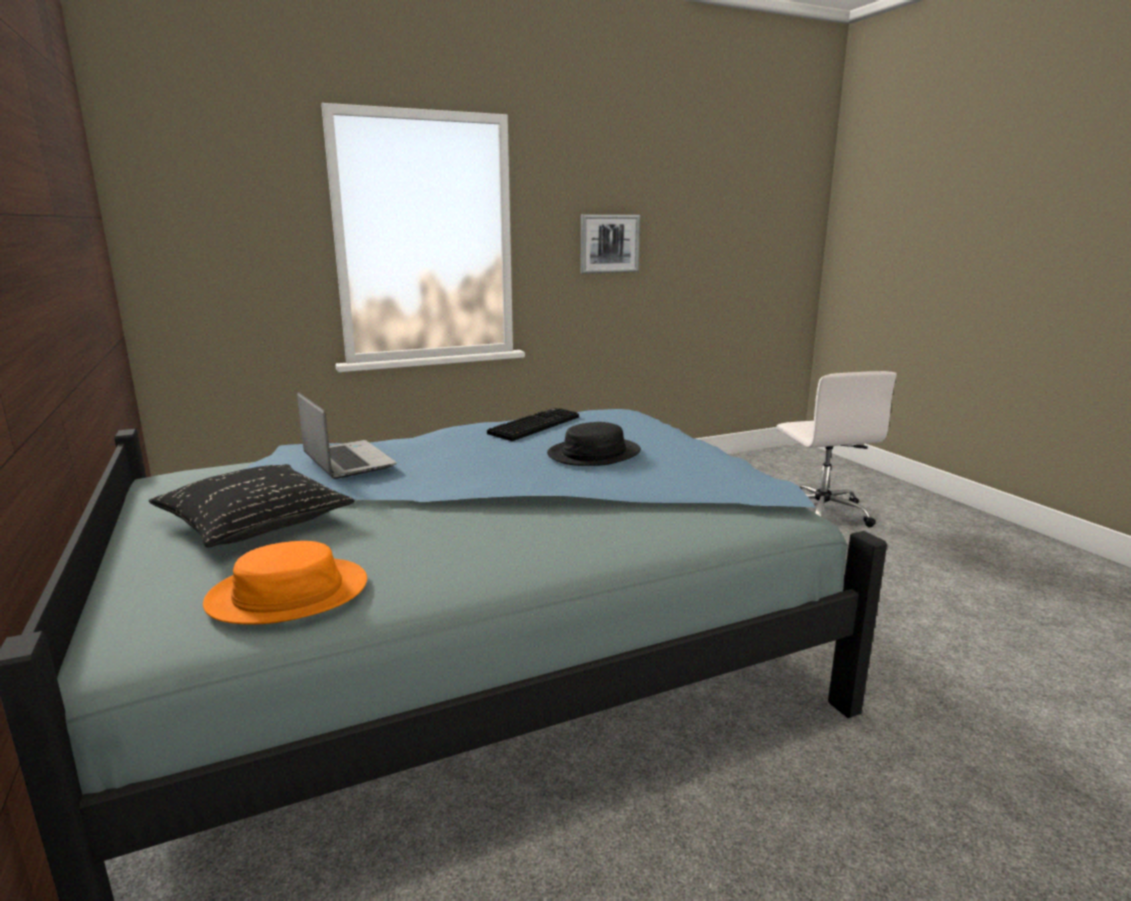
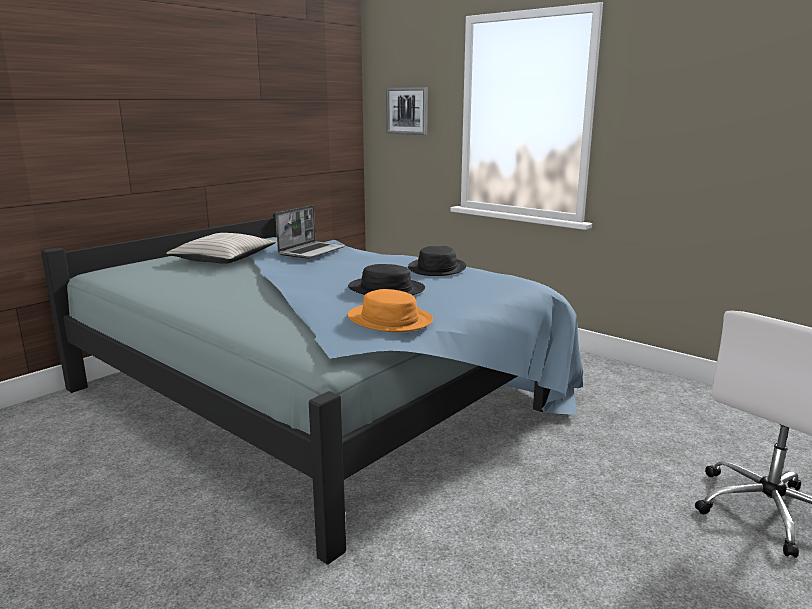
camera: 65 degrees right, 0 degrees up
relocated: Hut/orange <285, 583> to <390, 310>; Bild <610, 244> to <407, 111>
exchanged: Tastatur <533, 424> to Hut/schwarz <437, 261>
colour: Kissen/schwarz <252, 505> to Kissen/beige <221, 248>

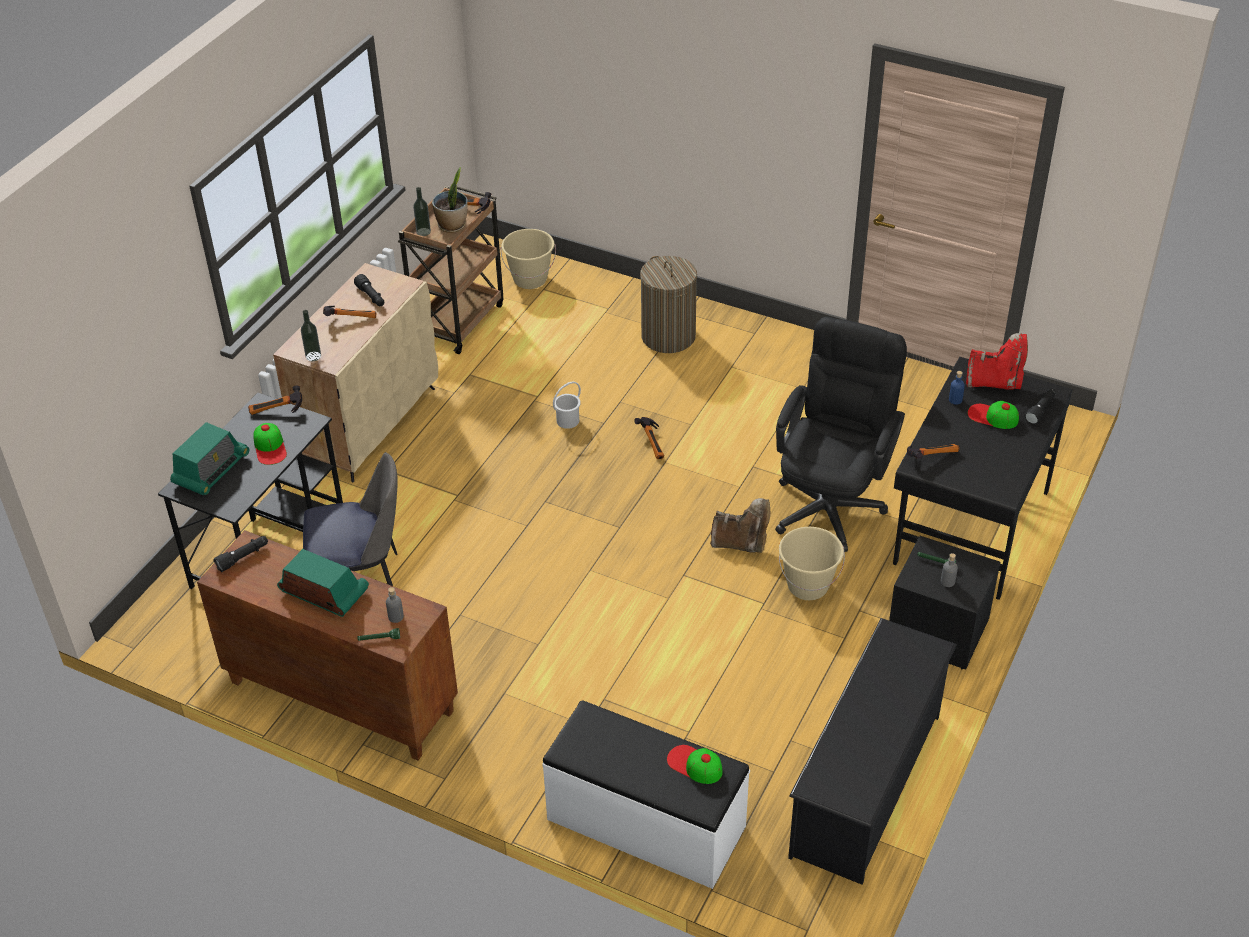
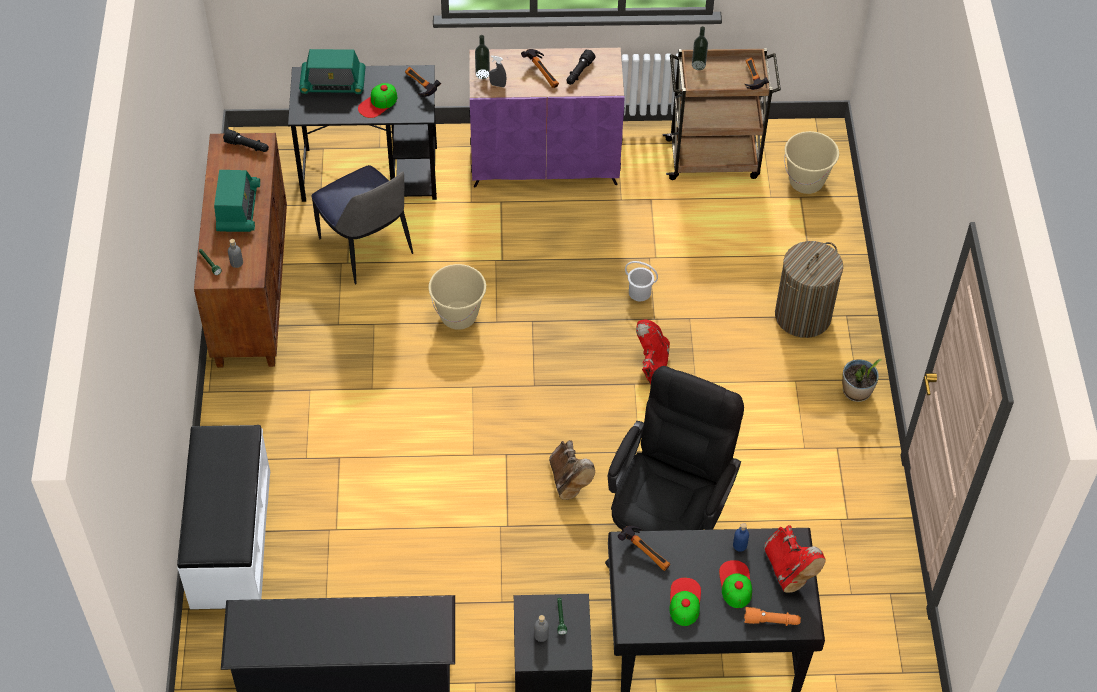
camera: 60 degrees right, 10 degrees up
appeared: Sprühflasche/grau <497, 71>
relocated: Topfpflanze <450, 200> to <862, 380>; Kappe <695, 764> to <685, 602>; Eimer/beige <812, 563> to <457, 297>
exchanged: Hammer <649, 438> to Stiefel/rot <653, 352>
colour: Schrank/beige <355, 372> to Schrank/lila <547, 117>; Taschenlampe/schwarz <1040, 406> to Taschenlampe/orange <772, 616>
spun: Bürostuhl/schwarz <841, 434> = <674, 467> 60 degrees counterclockwise

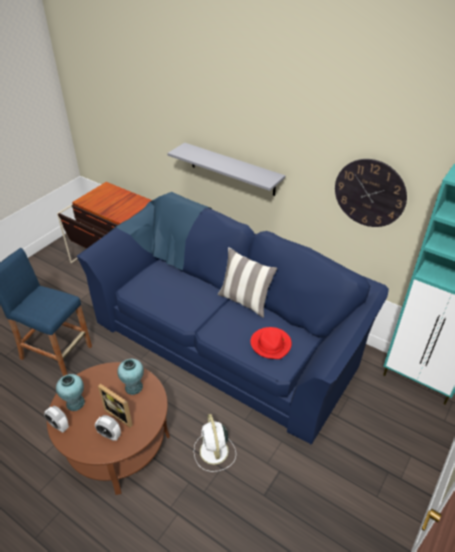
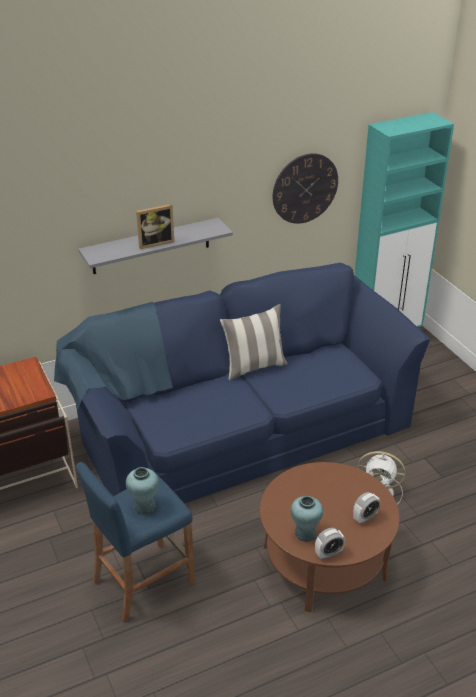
camera: 60 degrees left, 5 degrees down
missing: Hut/rot <271, 343>
relocated: Bilderrahmen <115, 406> to <155, 227>; Vase/türkis <130, 377> to <142, 490>

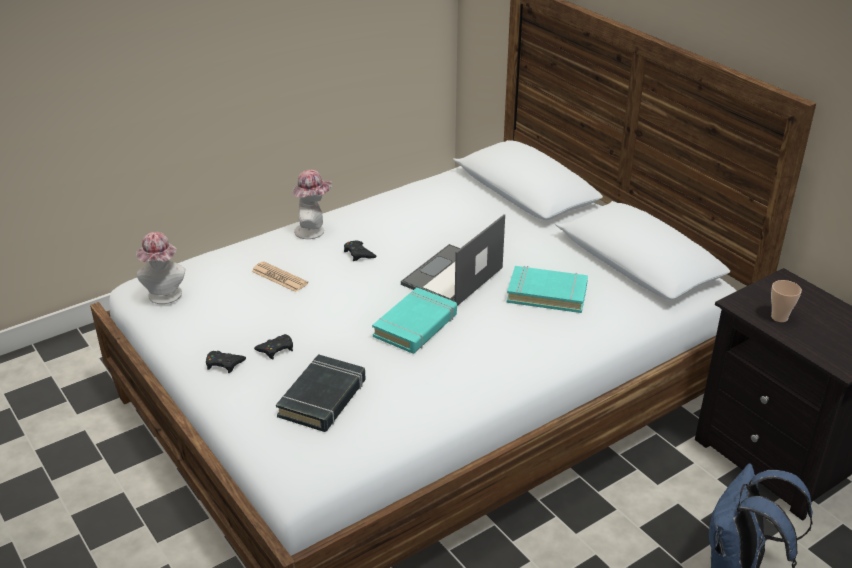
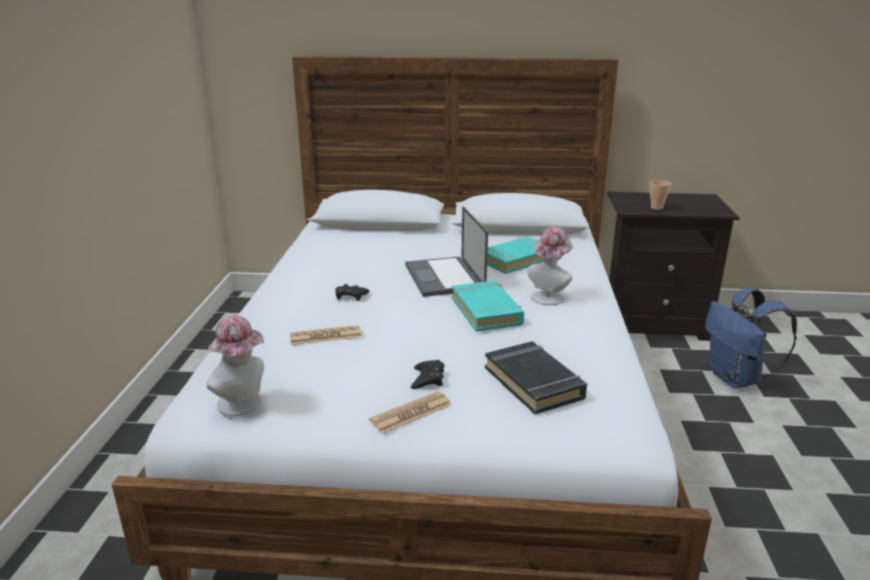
camera: 50 degrees left, 10 degrees down
relocated: Hut <312, 204> to <550, 266>
exchanged: Gamepad/schwarz <226, 362> to Zeitung <410, 412>

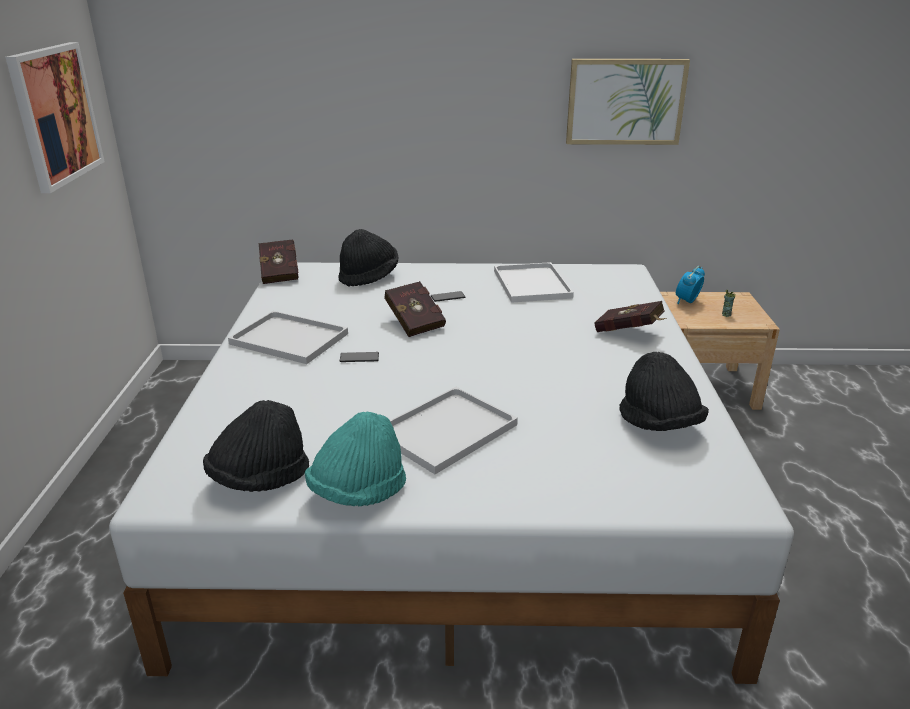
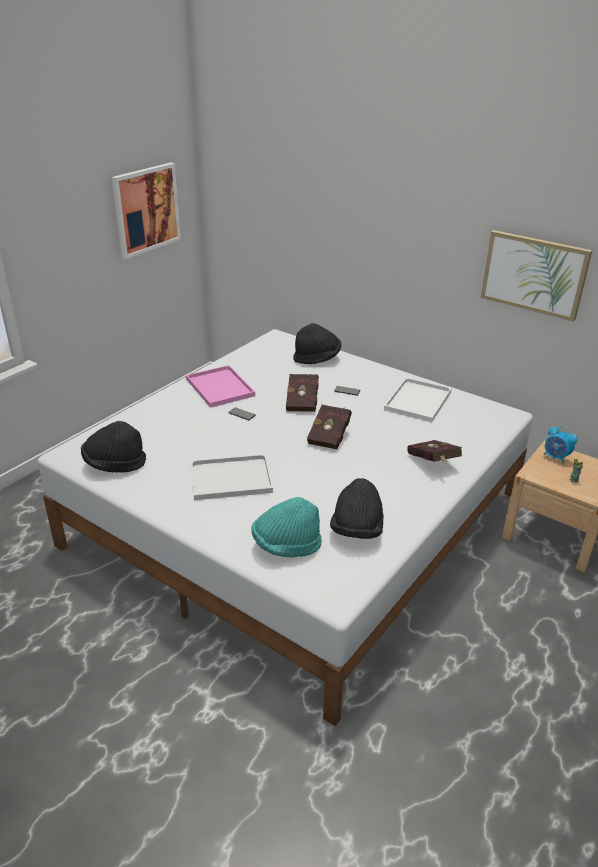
camera: 35 degrees right, 5 degrees up
relocated: Buch/rot <279, 261> to <329, 427>; Hut/türkis <355, 458> to <286, 527>
colour: Tablett/weiß <288, 337> to Tablett/rosa <220, 386>
spun: Wecker <690, 285> = <560, 445> 120 degrees counterclockwise

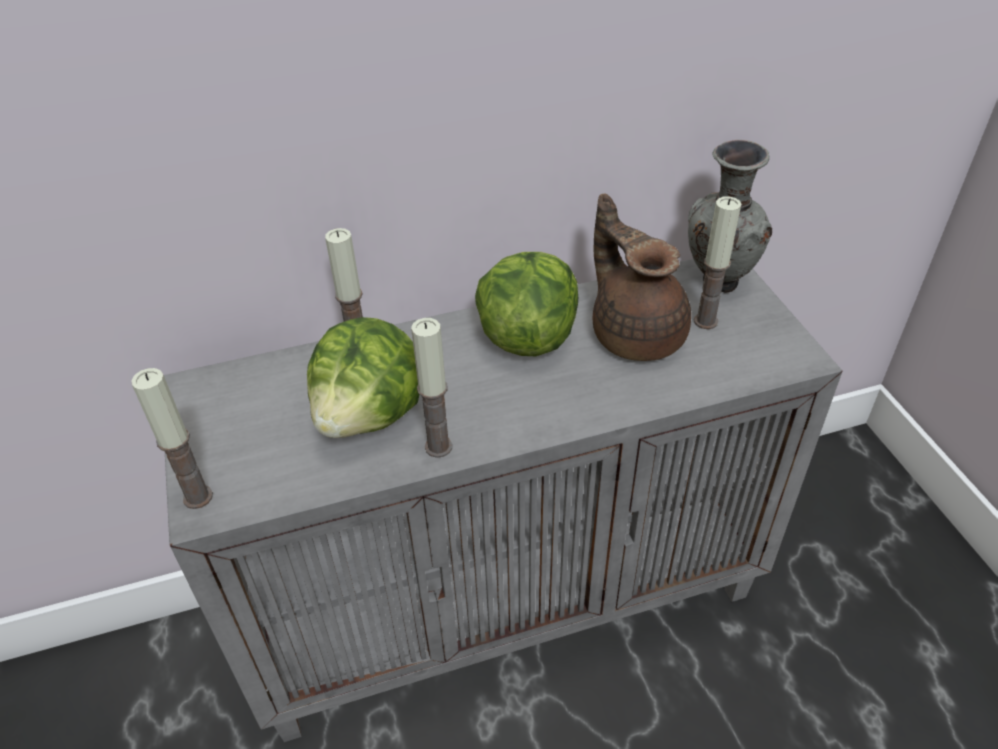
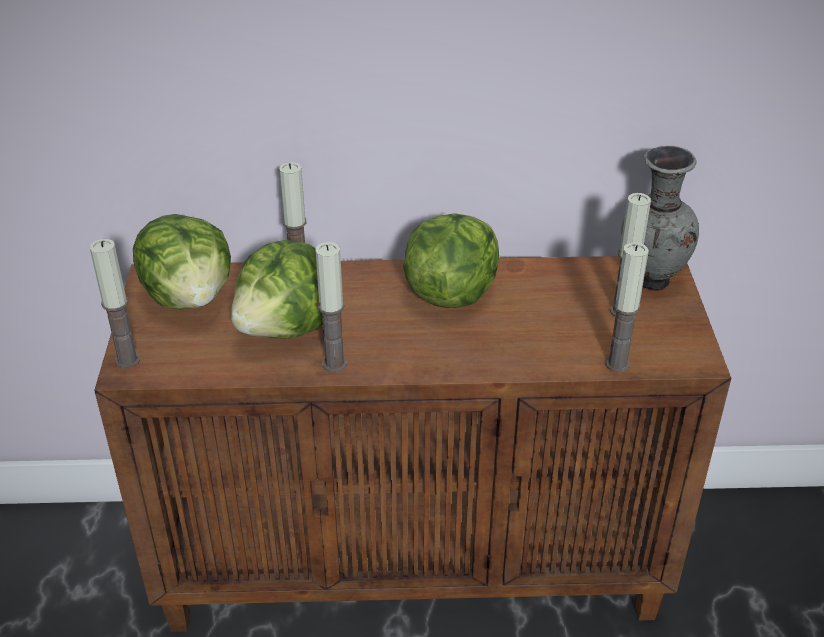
camera: 15 degrees right, 5 degrees down
missing: Teekanne/braun <642, 277>
appeared: Salatkopf <182, 261>; Kerze <627, 307>
colour: Schrank/grau <503, 500> to Schrank/braun <412, 444>

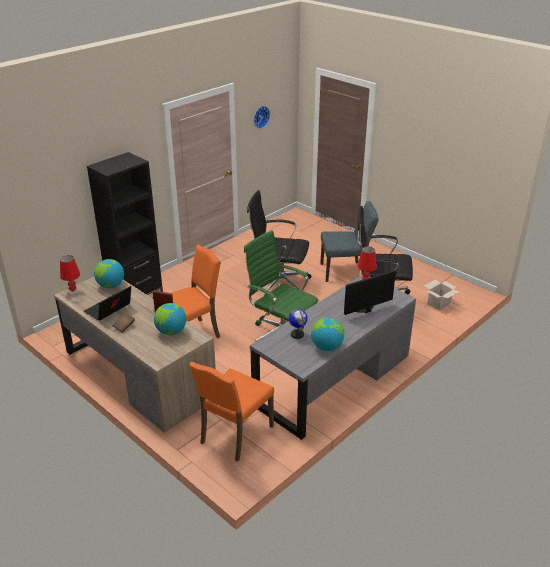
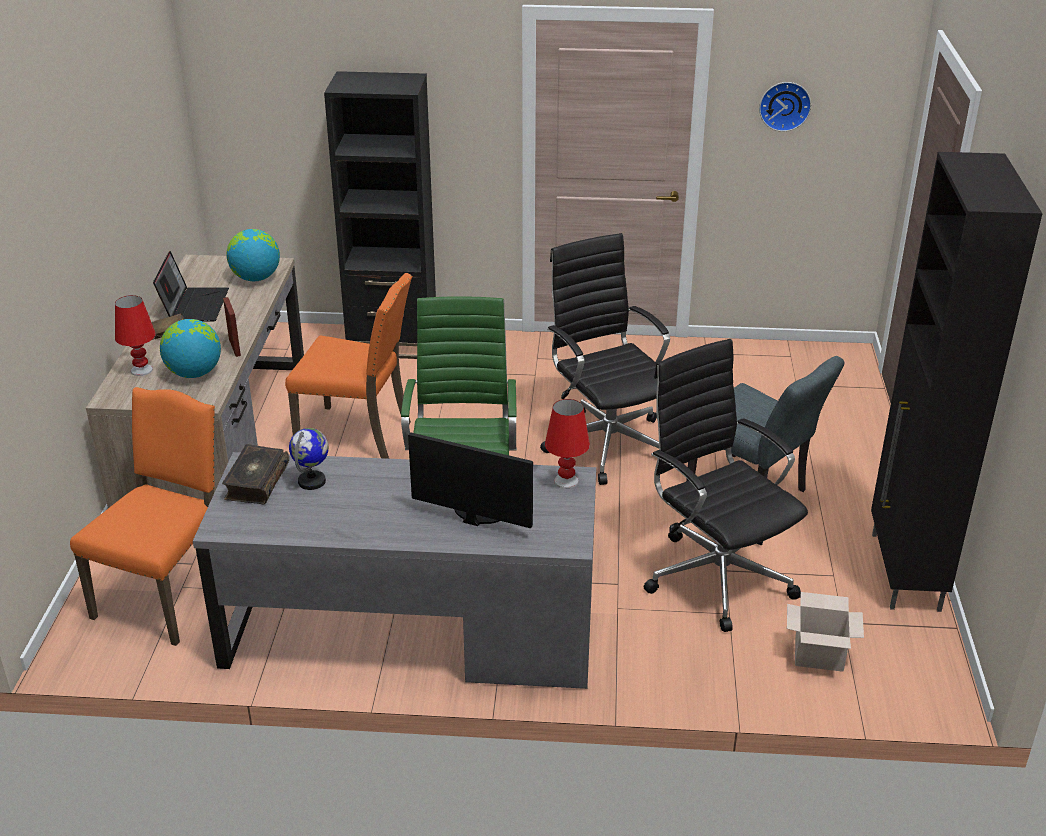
camera: 50 degrees right, 0 degrees up
missing: Globus <327, 334>
appeared: Buch <255, 474>; Schrank/schwarz <957, 382>
relocated: Tischlampe/rot <70, 275> to <135, 335>
spun: Laptop <107, 303> = <191, 286> 90 degrees clockwise; Stuhl/orange <231, 412> = <142, 516> 120 degrees clockwise

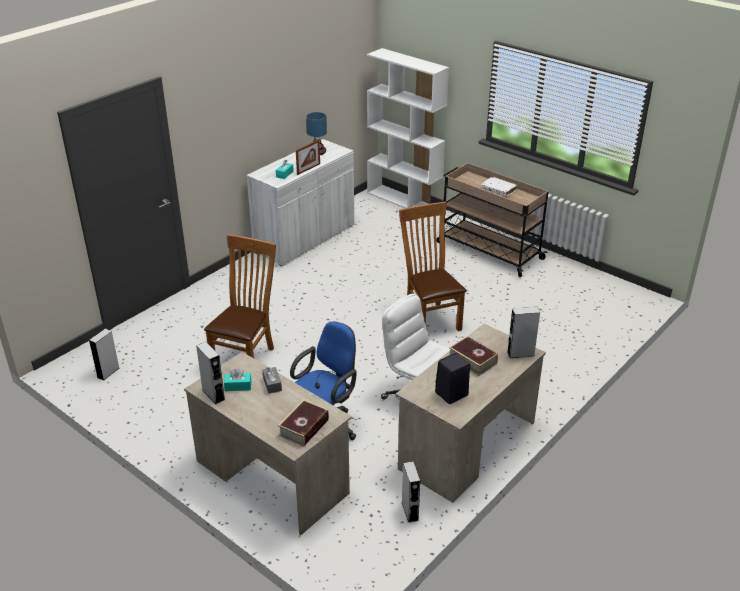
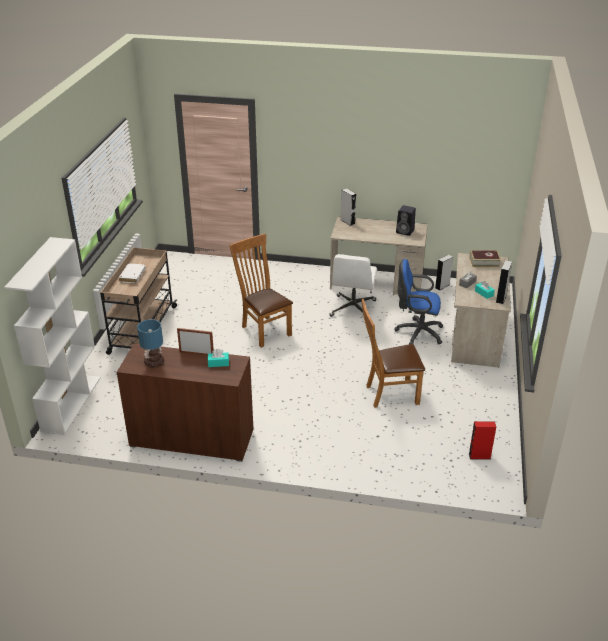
camera: 120 degrees left, 0 degrees up
missing: Buch <473, 356>
colour: Lautsprecher/grau <104, 355> to Lautsprecher/rot <482, 440>; Schrank/weiß <300, 203> to Schrank/braun <185, 403>
spun: Stuhl/braun <433, 266> = <261, 291> 105 degrees clockwise

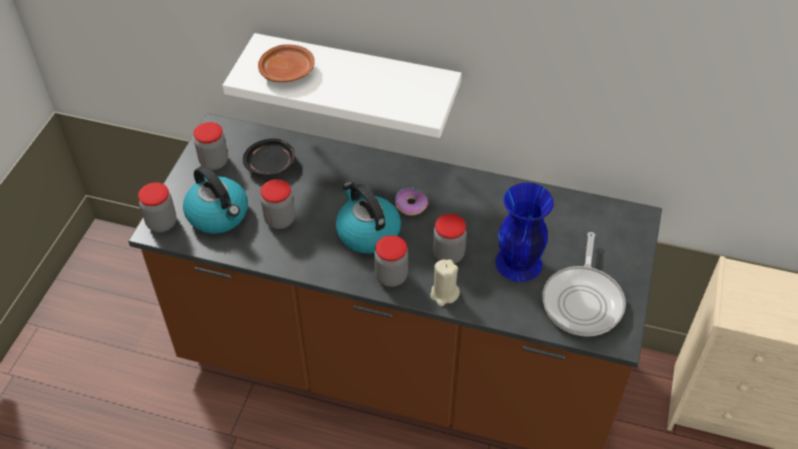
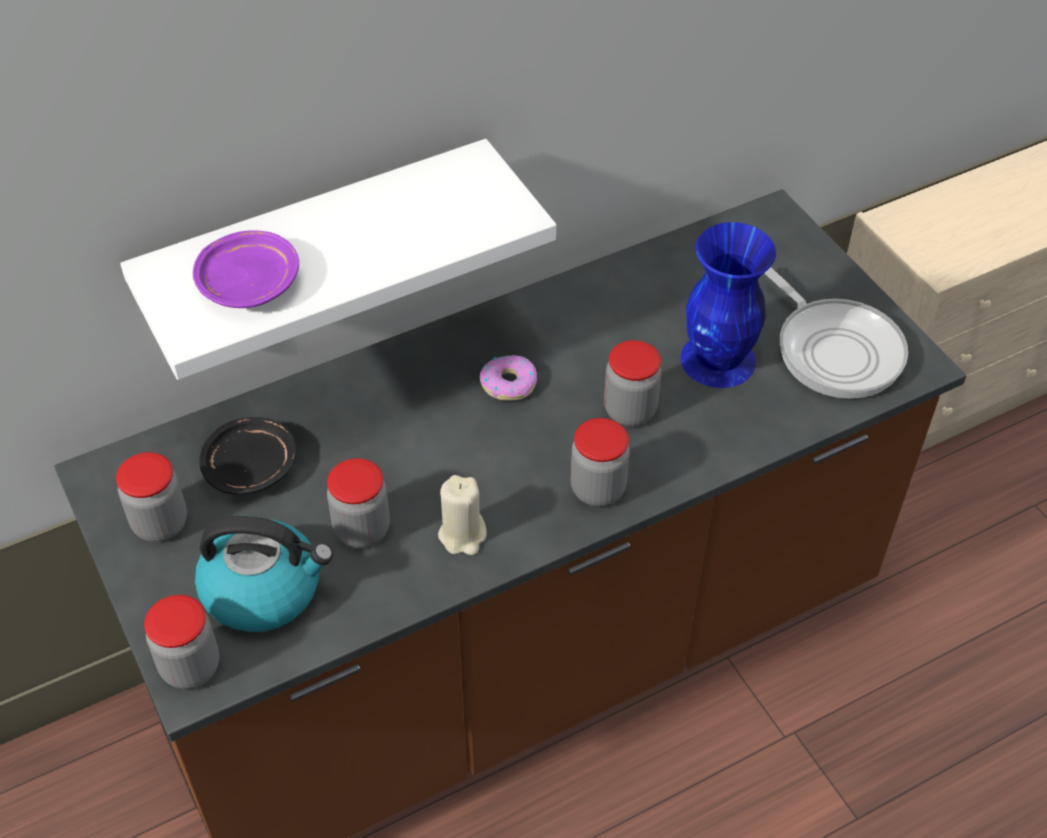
camera: 45 degrees left, 0 degrees up
missing: Wasserkessel <368, 218>
relocated: Kerze/beige <445, 282> to <462, 515>
colour: Teller/braun <286, 63> to Teller/lila <246, 269>

